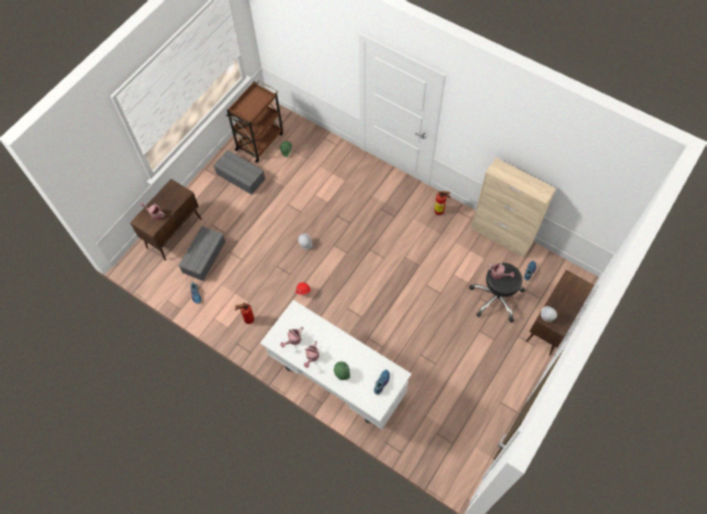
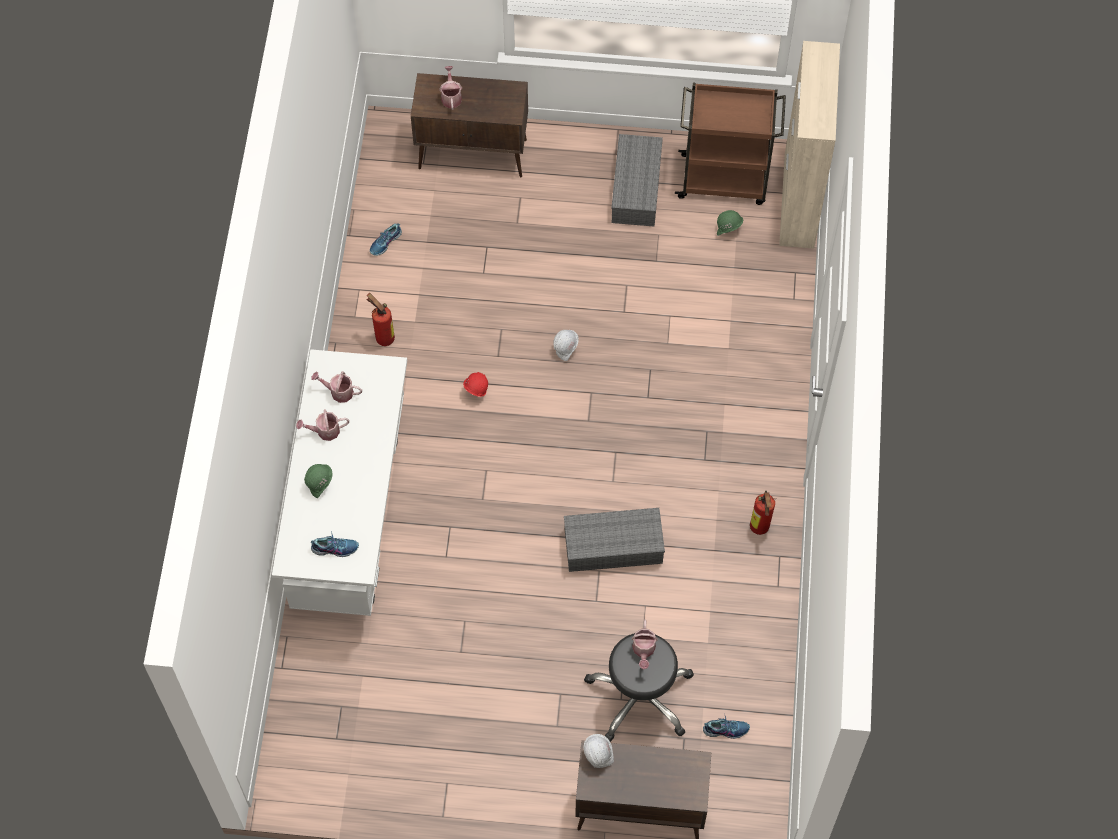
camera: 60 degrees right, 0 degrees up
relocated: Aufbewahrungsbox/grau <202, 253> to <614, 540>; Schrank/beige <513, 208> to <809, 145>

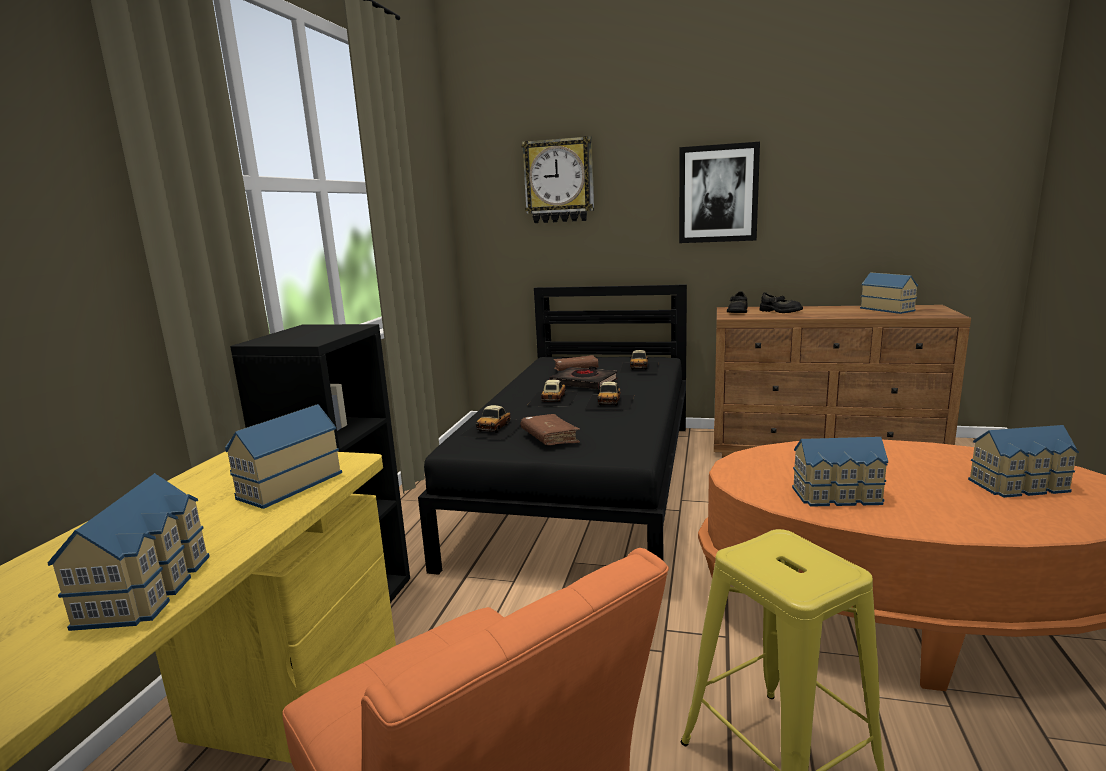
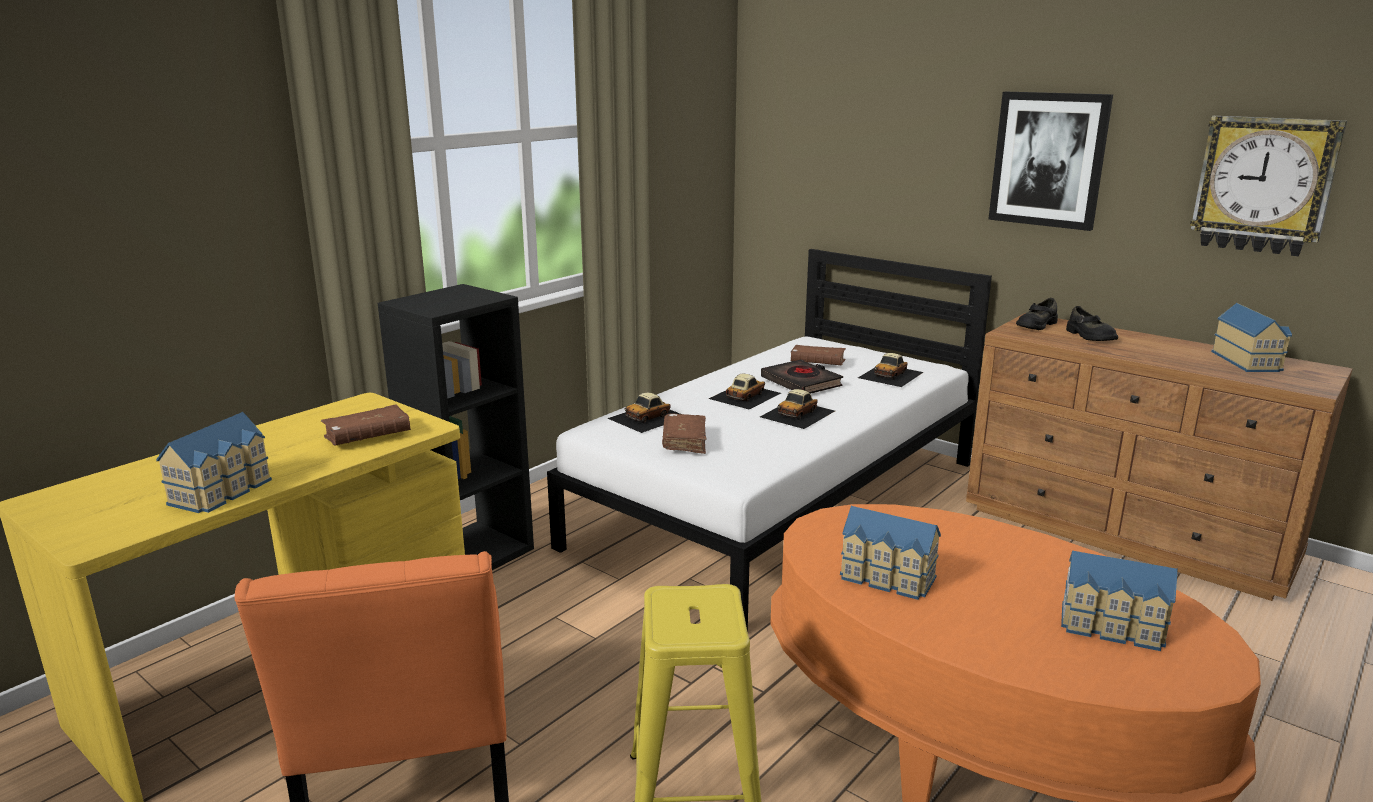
camera: 25 degrees right, 5 degrees up
relocated: Wanduhr <558, 179> to <1268, 186>
exchanged: Spielzeughaus <283, 456> to Buch/braun <366, 424>
colour: Bett/schwarz <552, 429> to Bett/weiß <769, 440>

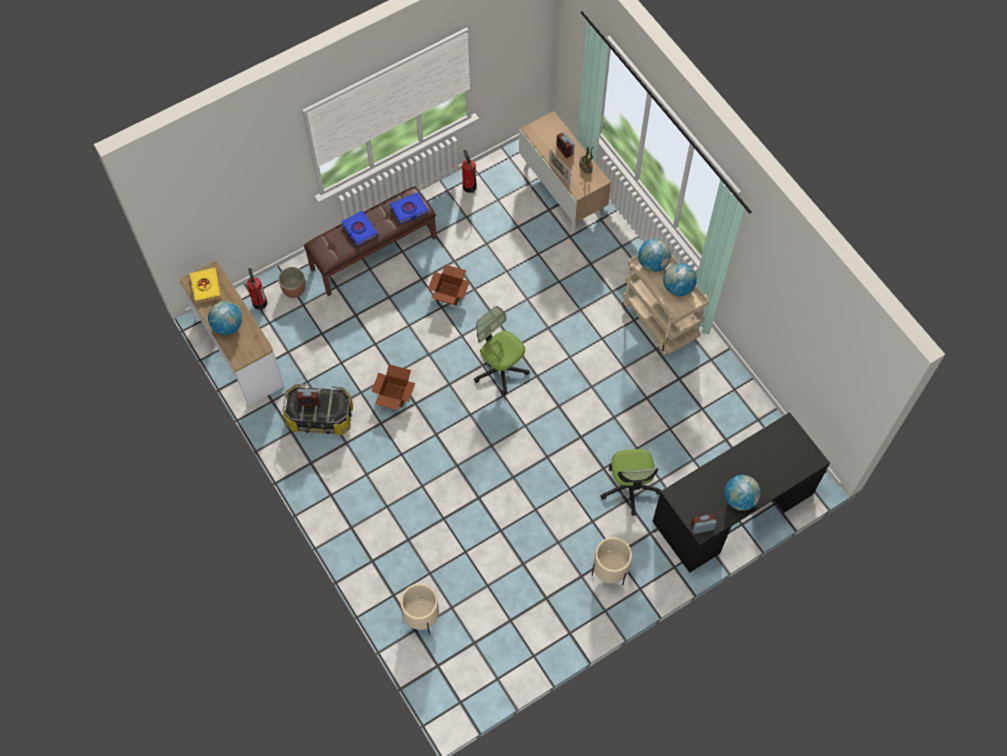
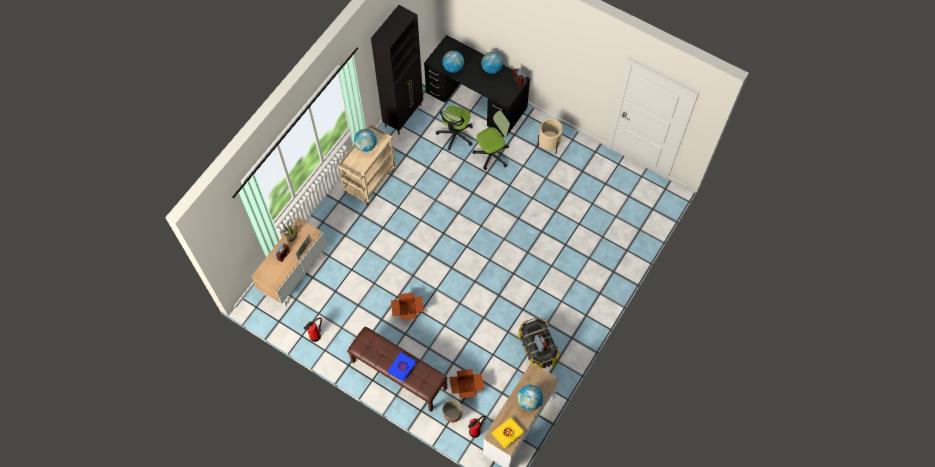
camera: 115 degrees left, 0 degrees up
missing: Buch/blau <409, 208>; Pflanzkübel/beige <419, 608>
appeared: Schrank/schwarz <397, 69>
relocated: Karton <393, 387> to <467, 383>; Bürostuhl <502, 350> to <454, 128>; Globus <654, 255> to <453, 62>

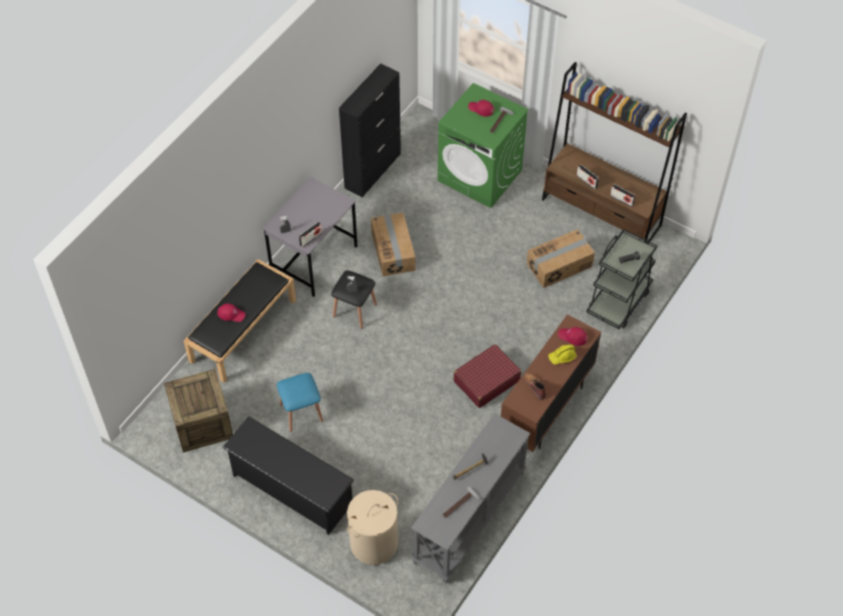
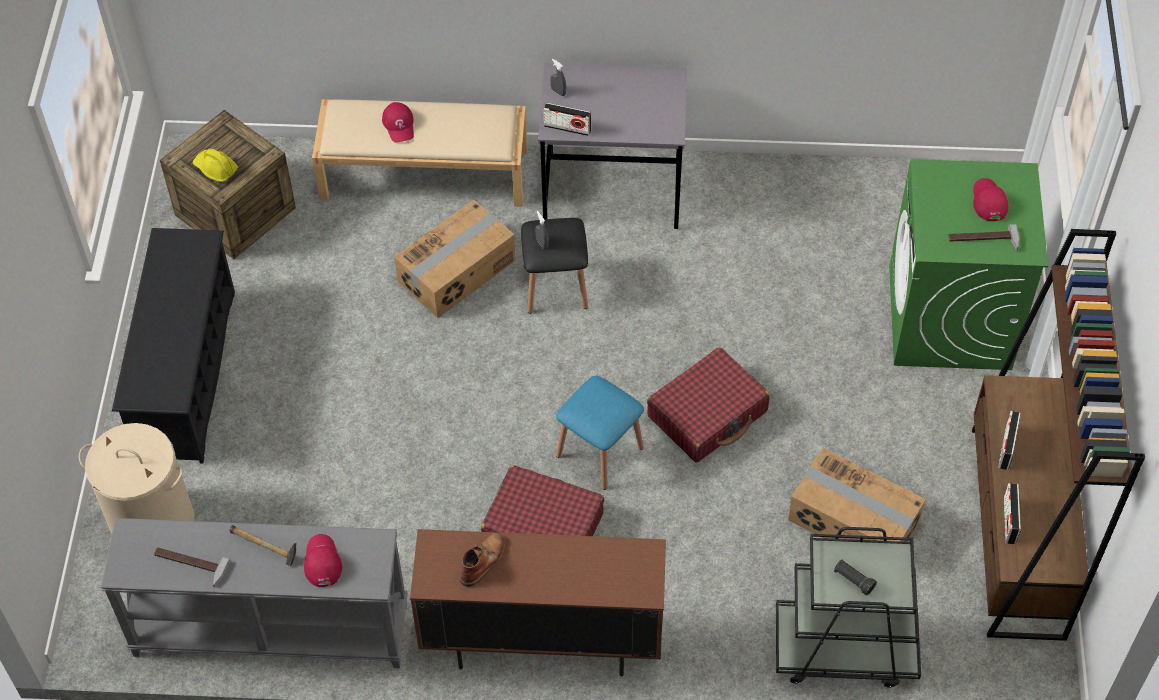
camera: 60 degrees right, 0 degrees up
missing: Schrank/schwarz <370, 130>
appeared: Koffer/rot <708, 405>
relocated: Hocker/blau <300, 402> to <600, 433>; Karton <393, 244> to <454, 259>; Schutzhelm/gelb <562, 354> to <215, 166>; Kappe/rot <573, 336> to <323, 560>
colour: Bank/schwarz <239, 321> to Bank/beige <419, 153>

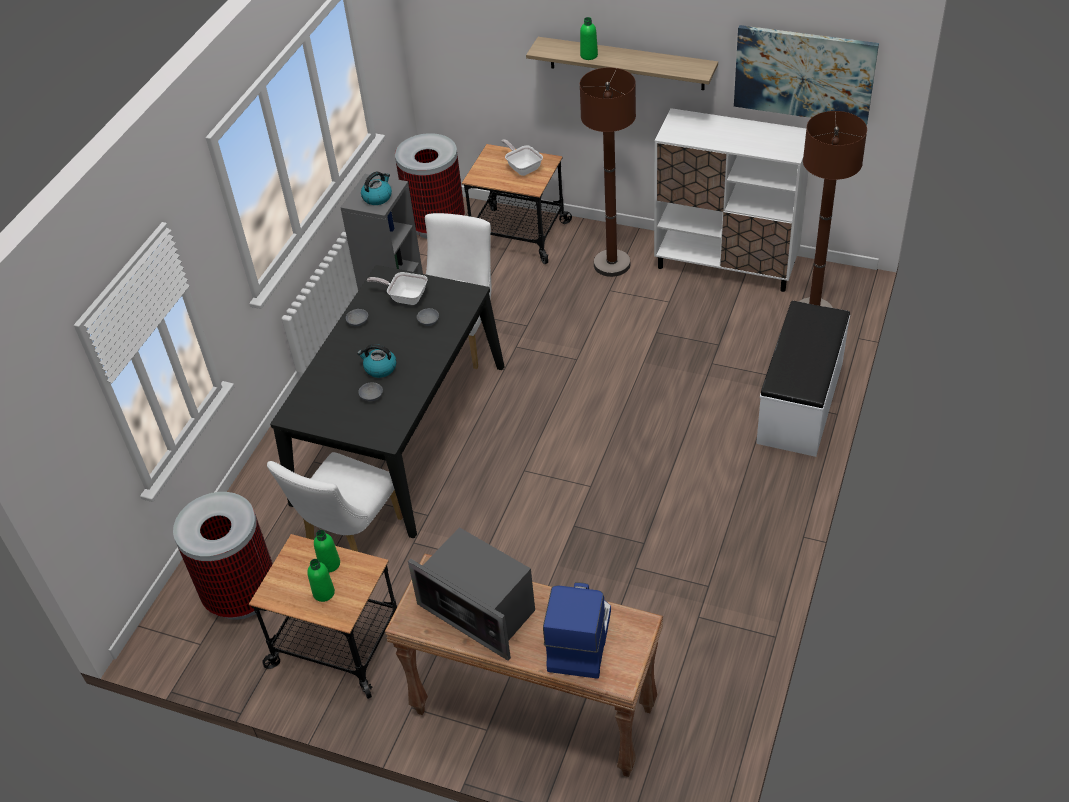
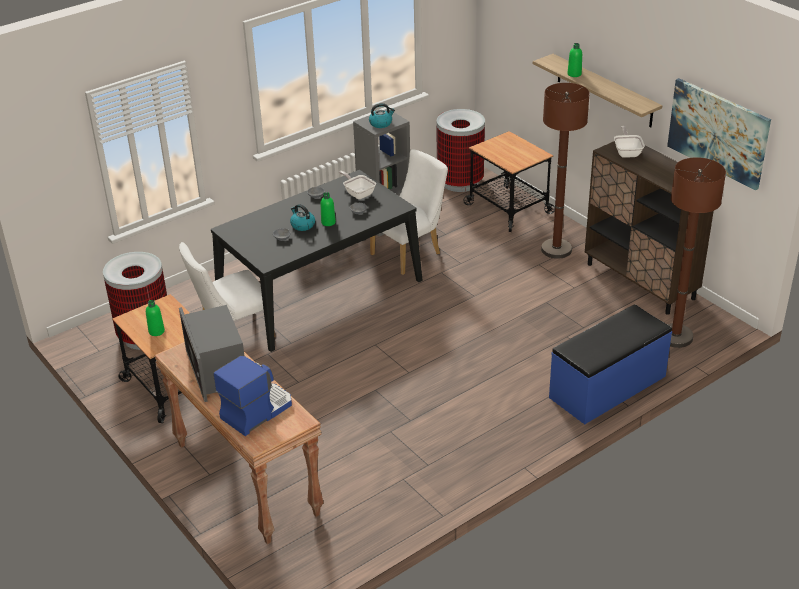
camera: 30 degrees right, 10 degrees down
relocated: Flasche/grün <327, 551> to <328, 209>; Pfanne <522, 157> to <629, 142>
colour: Schrank/weiß <731, 200> to Schrank/braun <649, 228>; Bank/weiß <803, 379> to Bank/blau <610, 364>

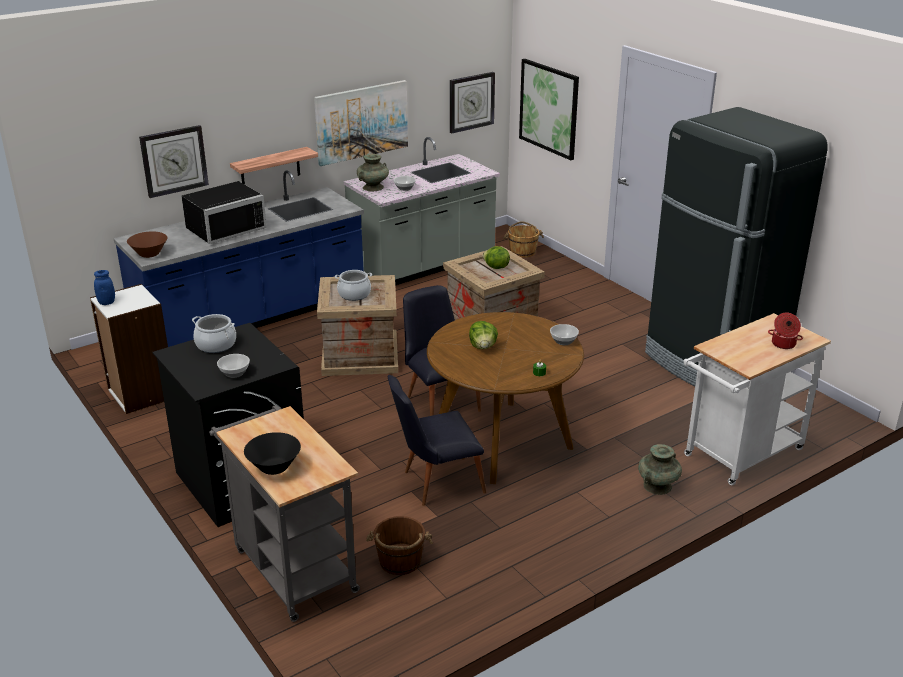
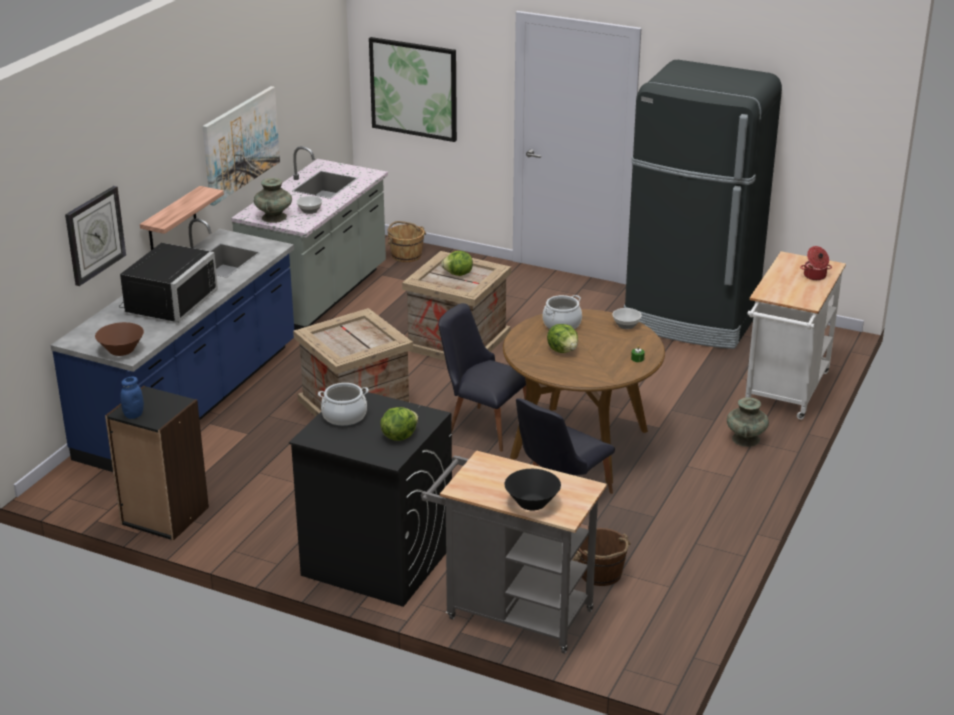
camera: 30 degrees left, 0 degrees up
missing: Wanduhr <472, 102>
relocated: Kochtopf <353, 285> to <562, 312>
exchanged: Schüssel <233, 366> to Salatkopf <399, 424>
colour: Bücherregal/weiß <129, 349> to Bücherregal/schwarz <157, 463>

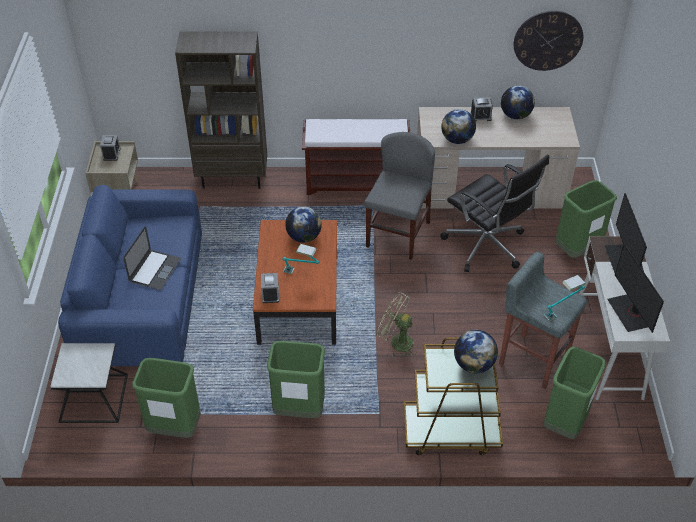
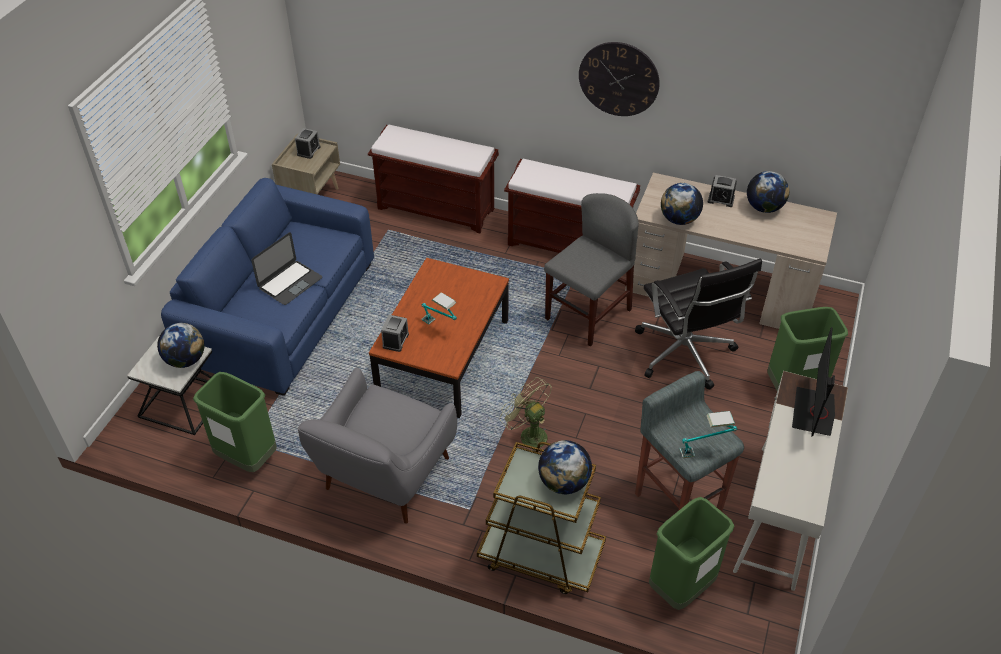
camera: 20 degrees right, 0 degrees up
missing: Monitor <635, 288>
relocated: Globus <303, 224> to <181, 345>; Wanduhr <548, 41> to <619, 79>
exchanged: Bücherregal/braun <221, 110> to Bank/braun <433, 179>; Mülleimer/grün <296, 379> to Sessel/grau <377, 446>

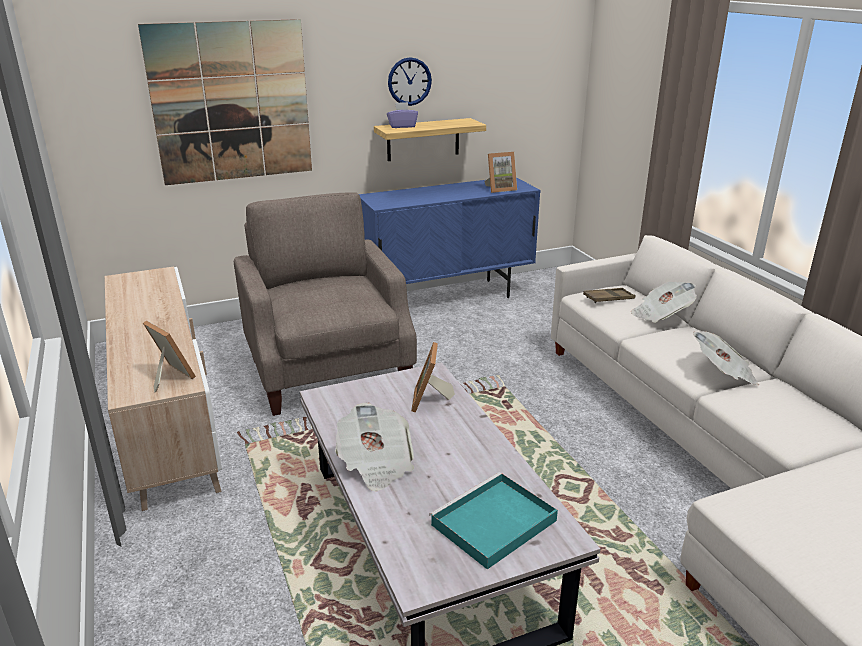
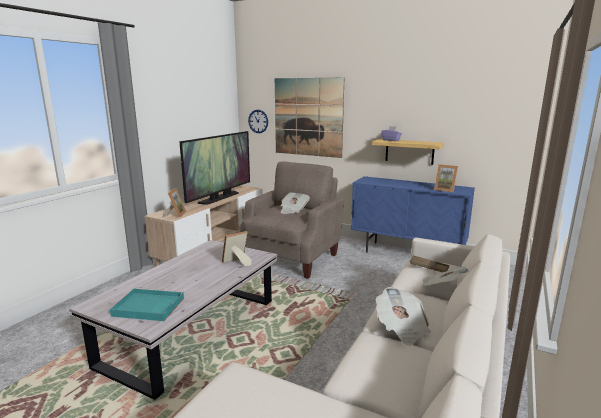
camera: 50 degrees right, 10 degrees down
appeared: Fernseher <214, 168>
relocated: Zeitung <374, 447> to <295, 203>; Wanduhr <410, 81> to <258, 121>

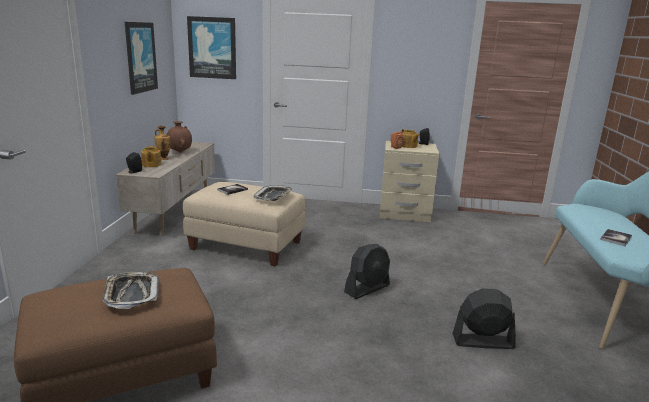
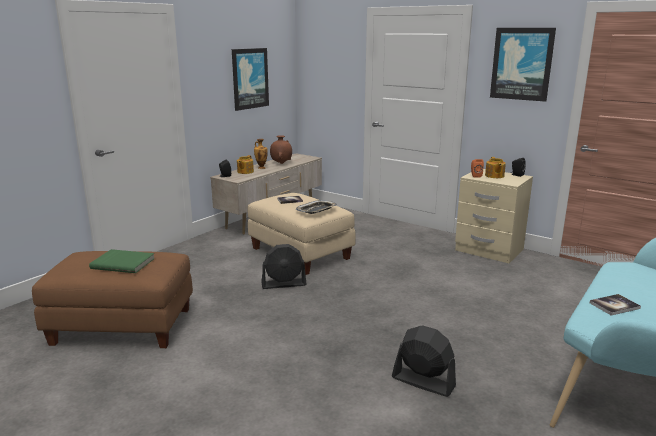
camera: 30 degrees right, 0 degrees up
relocated: Bild <211, 47> to <523, 65>; Ventilator/schwarz <367, 271> to <283, 266>
exchanged: Tablett <130, 290> to Buch/grün <122, 261>

